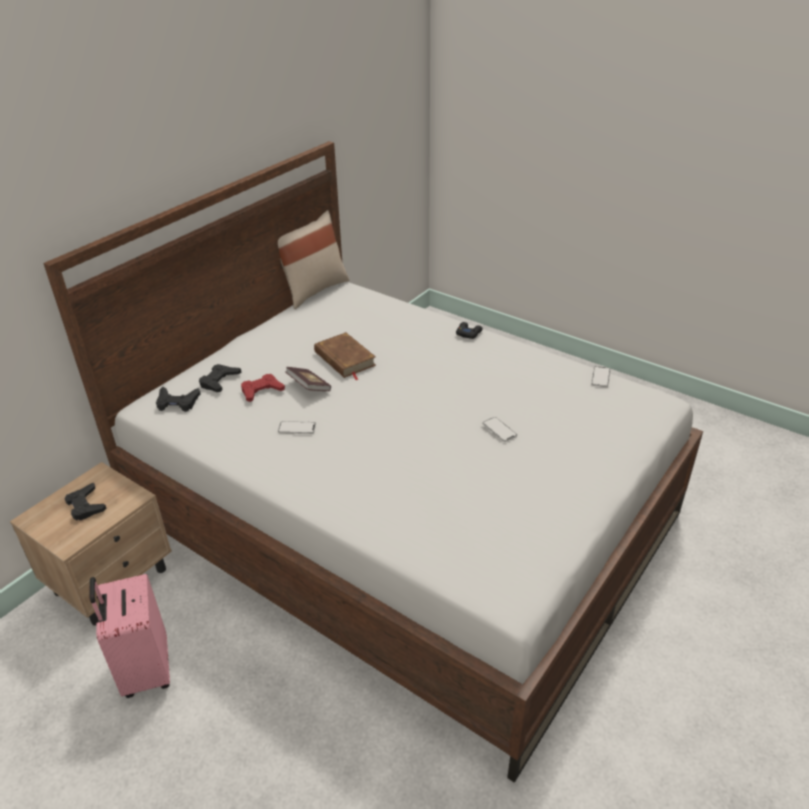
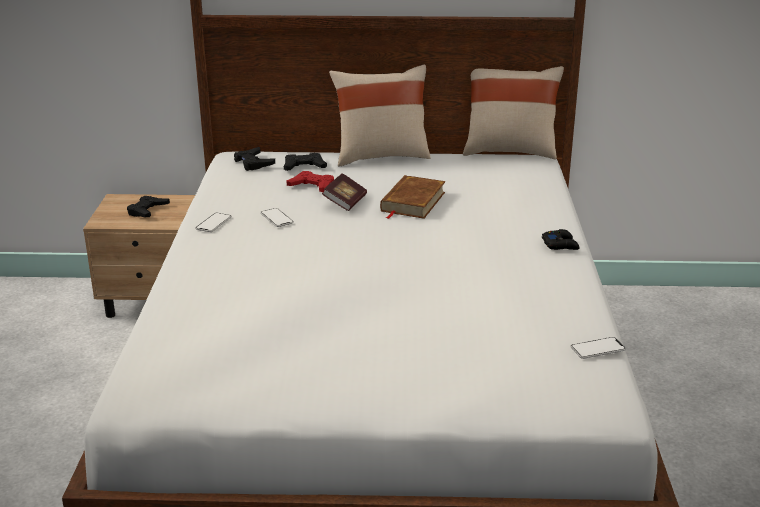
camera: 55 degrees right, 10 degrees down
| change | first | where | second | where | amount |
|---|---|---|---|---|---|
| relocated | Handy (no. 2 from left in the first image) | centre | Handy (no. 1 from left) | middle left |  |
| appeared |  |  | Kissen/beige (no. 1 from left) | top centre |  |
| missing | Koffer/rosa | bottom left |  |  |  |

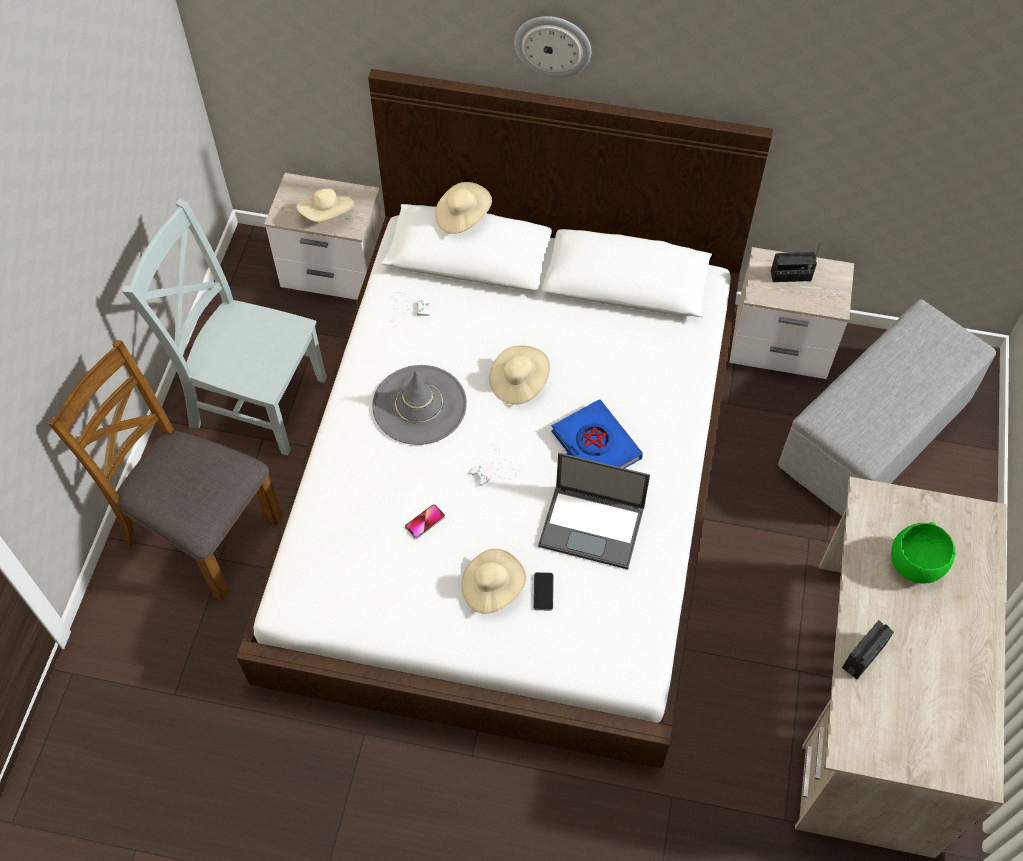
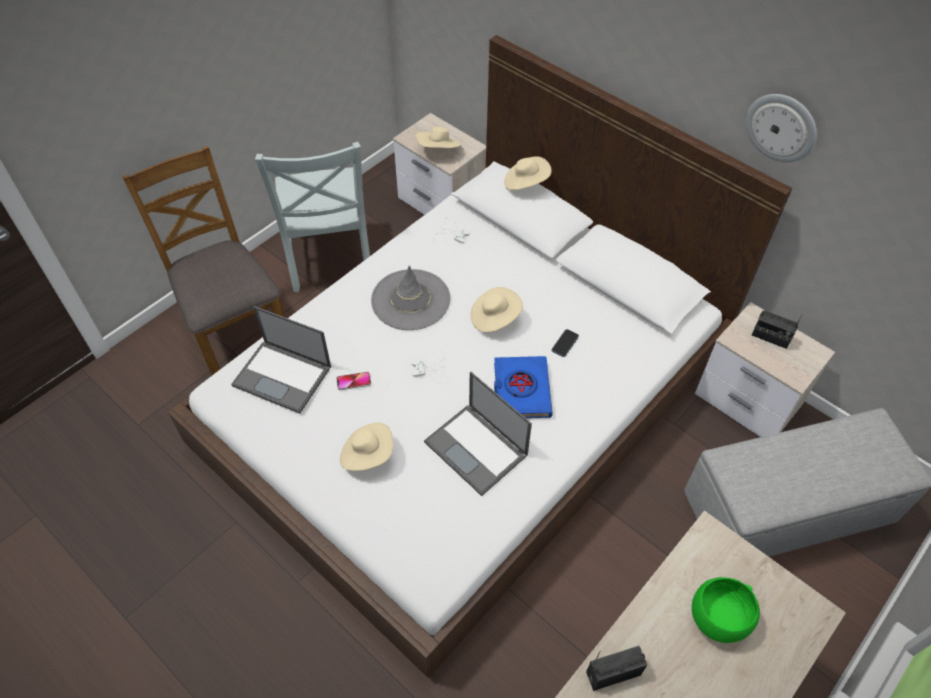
camera: 30 degrees right, 5 degrees down
| change | first | where | second | where | amount |
|---|---|---|---|---|---|
| appeared |  |  | Laptop (no. 1 from left) | middle left |  |
| spun | Stuhl/grau | middle left |  | top centre | 150 degrees counterclockwise |
| relocated | Handy (no. 2 from left) | bottom centre |  | centre |  |
| relocated | Wanduhr | top centre |  | top right |  |

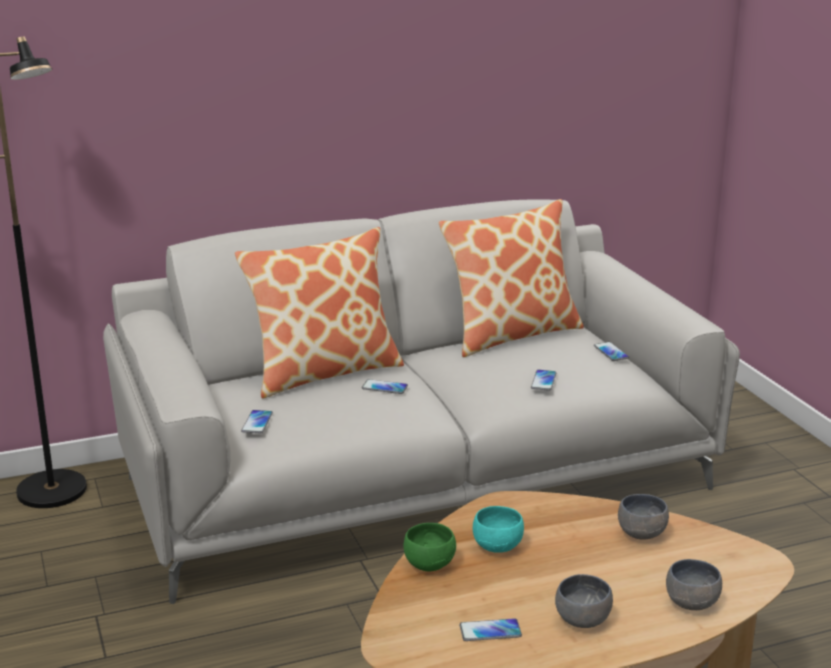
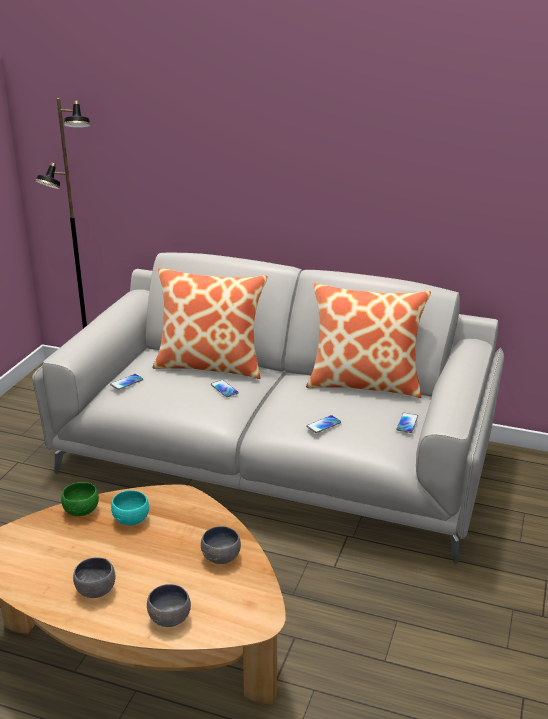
camera: 40 degrees right, 5 degrees up
| change | first | where | second | where | amount |
|---|---|---|---|---|---|
| missing | Handy (no. 3 from left) | bottom centre |  |  |  |

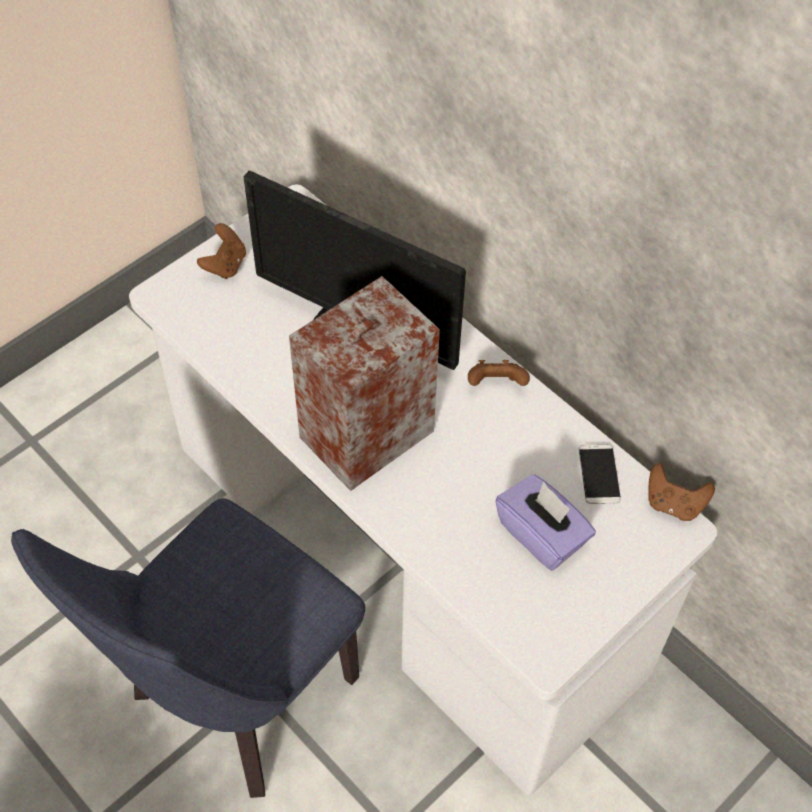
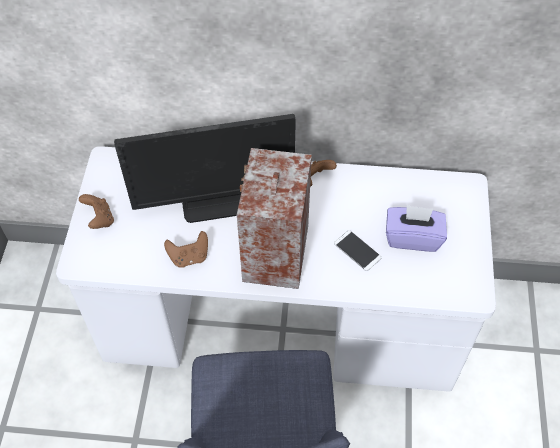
camera: 40 degrees left, 0 degrees up
| change | first | where | second | where | amount |
|---|---|---|---|---|---|
| relocated | Gamepad/braun (no. 3 from left in the first image) | middle right | Gamepad/braun (no. 2 from left) | middle left |  |
| relocated | Handy | middle right |  | centre |  |

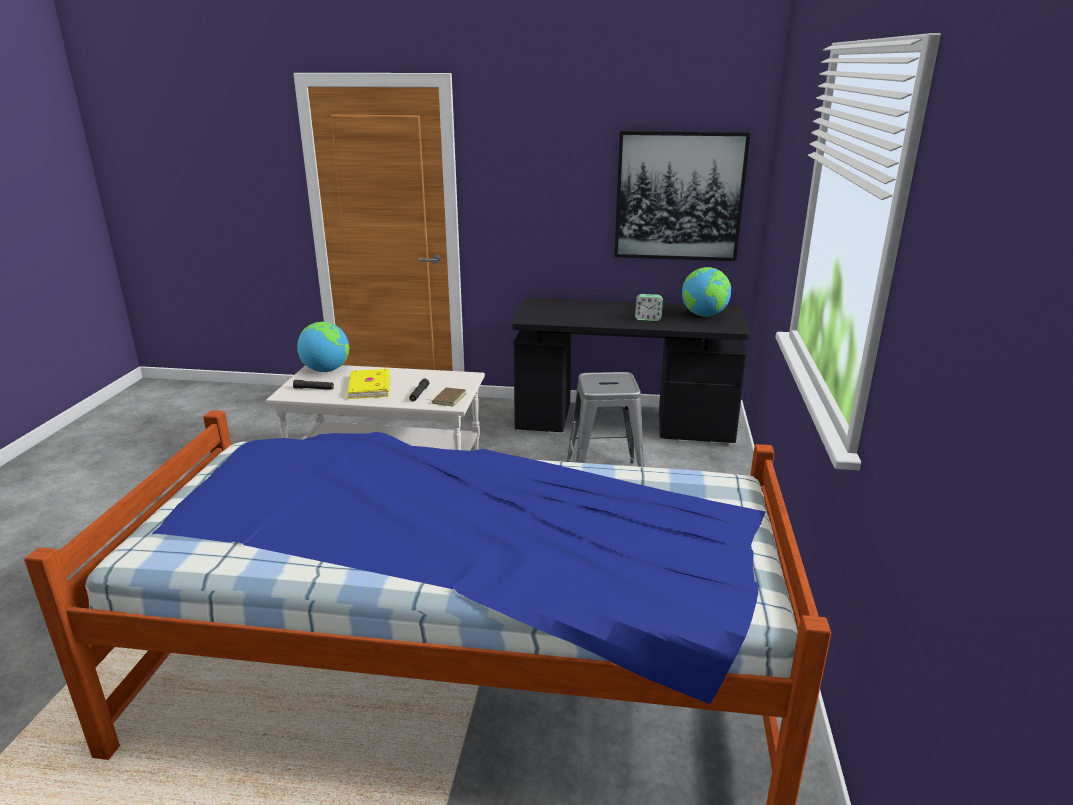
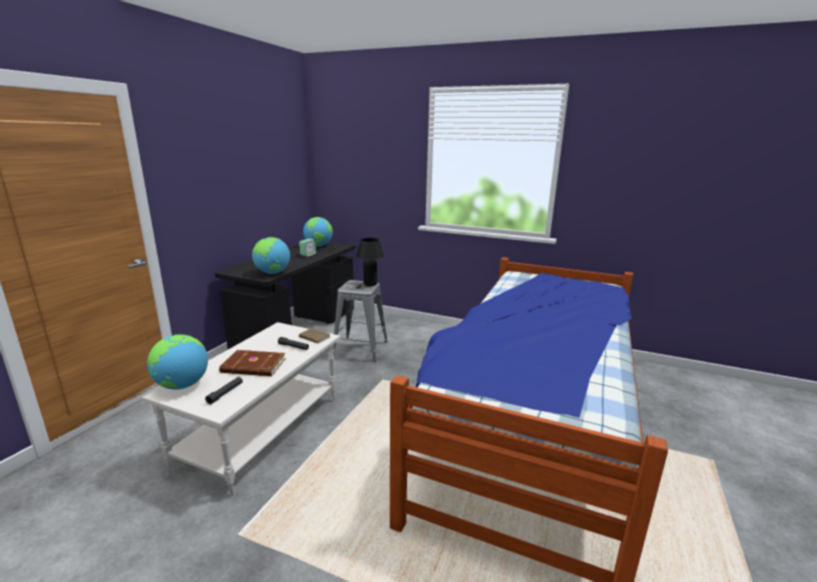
camera: 75 degrees left, 5 degrees down
| change | first | where | second | where | amount |
|---|---|---|---|---|---|
| colour | Buch/gelb | centre | Buch/braun (no. 1 from left) | middle left |  |
| appeared |  |  | Globus (no. 2 from left) | middle left |  |
| appeared |  |  | Tischlampe/schwarz | centre |  |
| missing | Bild | top centre |  |  |  |

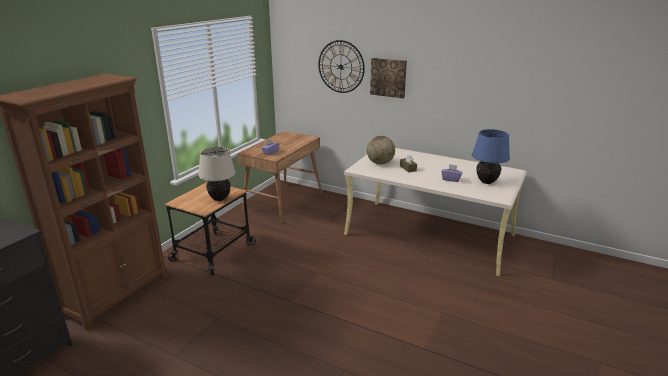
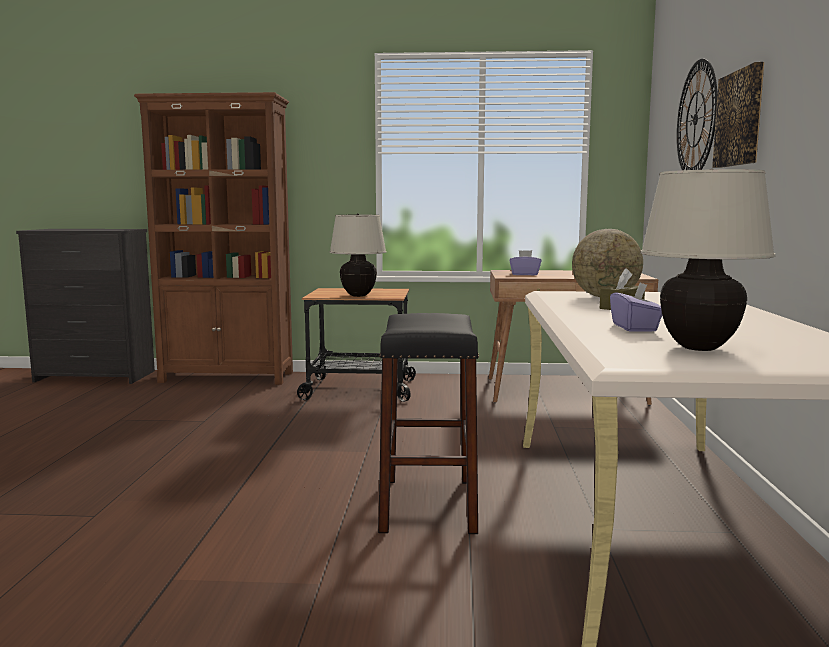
camera: 65 degrees right, 15 degrees down
| change | first | where | second | where | amount |
|---|---|---|---|---|---|
| appeared |  |  | Hocker/schwarz | centre |  |
| colour | Tischlampe/blau | middle right | Tischlampe/beige (no. 2 from left) | middle right |  |

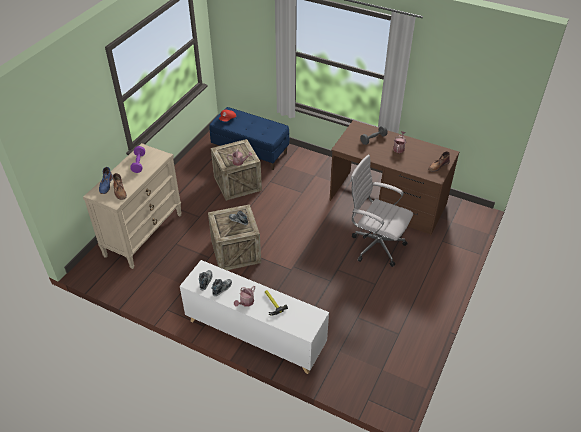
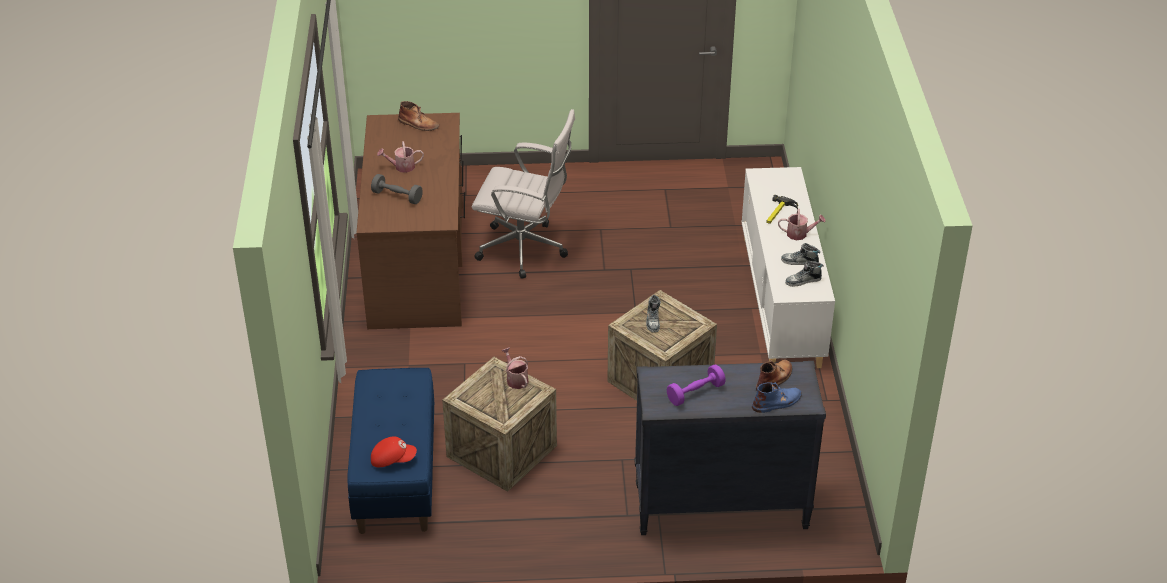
camera: 120 degrees left, 5 degrees down
| change | first | where | second | where | amount |
|---|---|---|---|---|---|
| spun | Bürostuhl/weiß | centre |  | top centre | 75 degrees counterclockwise |
| colour | Kommode/beige | middle left | Kommode/schwarz | bottom centre |  |

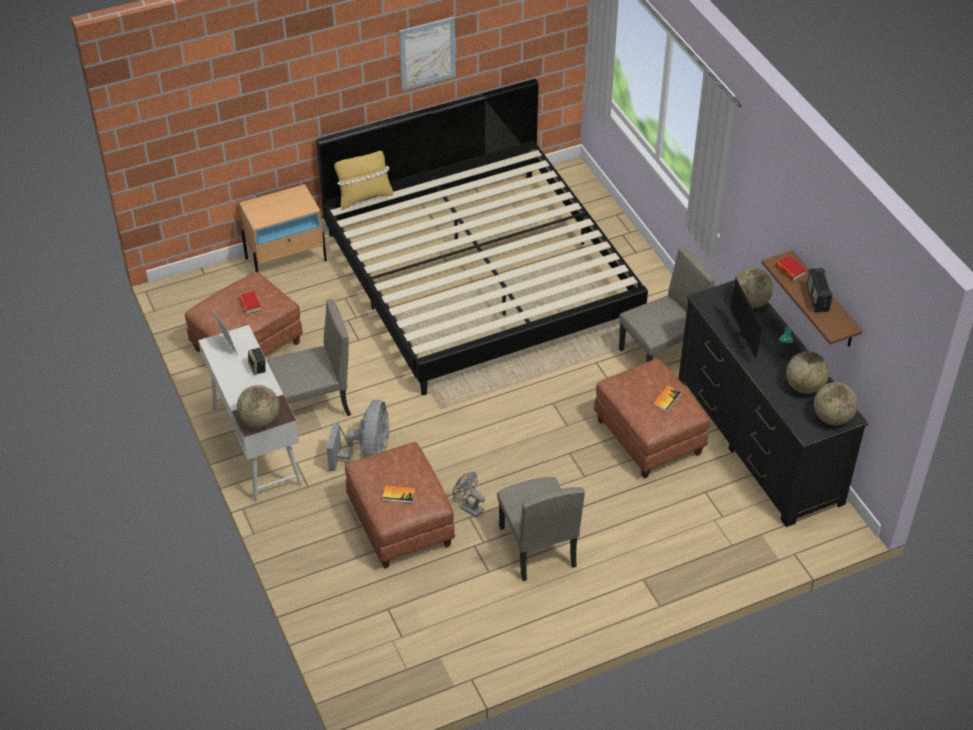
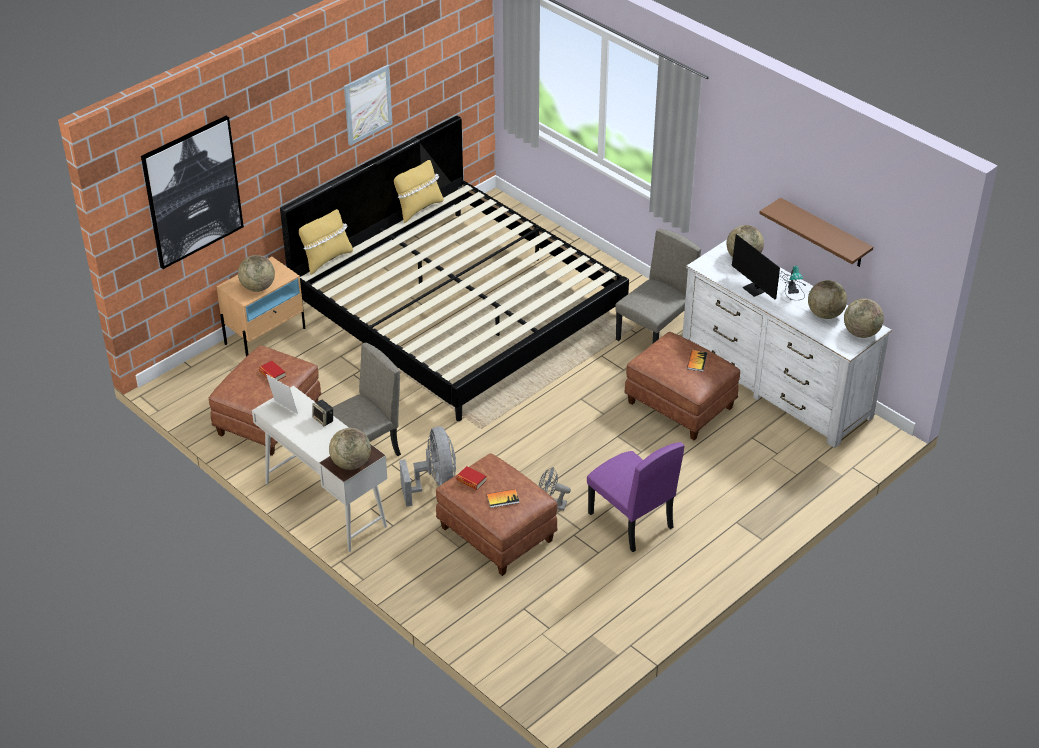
camera: 20 degrees left, 5 degrees down
| change | first | where | second | where | amount |
|---|---|---|---|---|---|
| appeared |  |  | Bild (no. 1 from left) | top left |  |
| appeared |  |  | Globus (no. 1 from left) | middle left |  |
| appeared |  |  | Kissen/gelb (no. 2 from left) | top centre |  |
| relocated | Buch (no. 4 from left in the first image) | middle right | Buch (no. 2 from left) | centre |  |
| colour | Stuhl/beige (no. 2 from left) | bottom centre | Stuhl/lila | centre |  |
| colour | Kommode/schwarz | middle right | Kommode/weiß | middle right |  |
| missing | Radio | middle right |  |  |  |

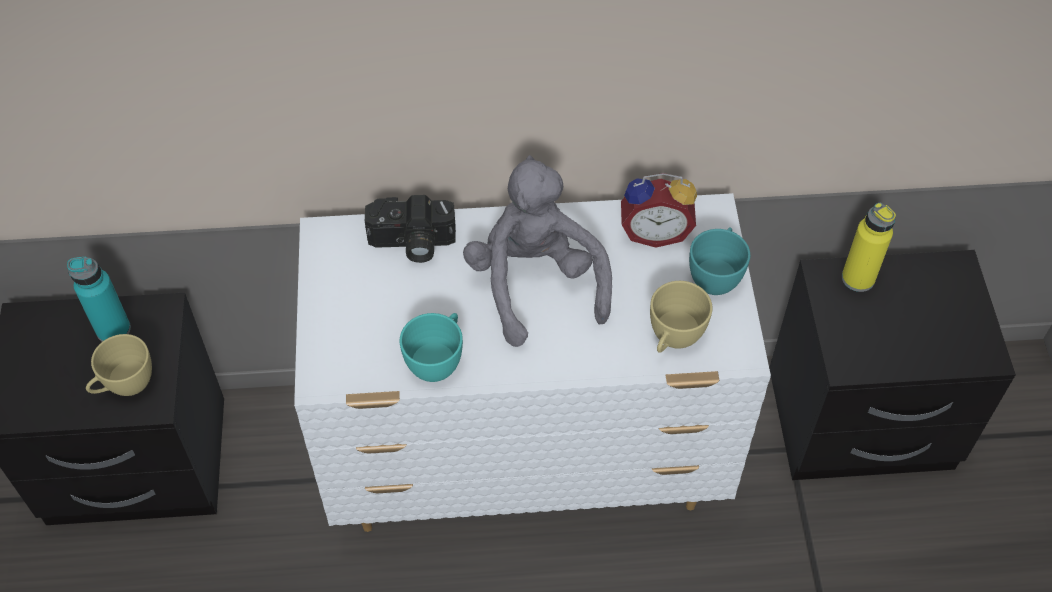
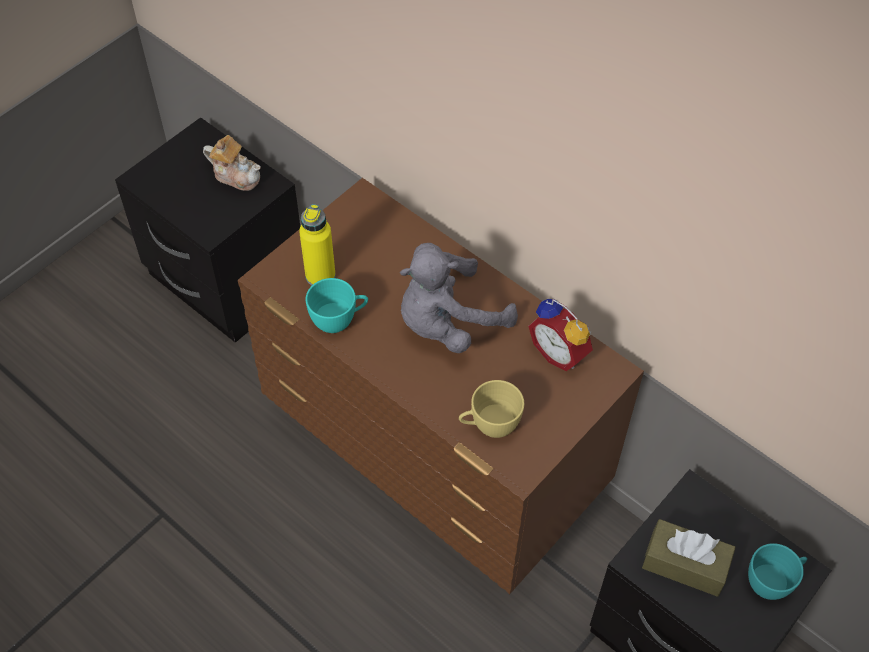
camera: 45 degrees right, 0 degrees up
| change | first | where | second | where | amount |
|---|---|---|---|---|---|
| exchanged | Flasche/türkis | middle left | Teekanne | top left |  |
| colour | Kommode/weiß | centre | Kommode/braun | centre |  |
| relocated | Flasche/gelb | middle right |  | centre |  |
| spun | Plüschtier/grau | centre |  | centre | 150 degrees counterclockwise |
| appeared |  |  | Taschentuchbox/braun | bottom right |  |
| relocated | Tasse/türkis (no. 2 from left) | middle right |  | bottom right |  |
| missing | Tasse/gelb (no. 1 from left) | middle left |  |  |  |
| missing | Kamera | centre |  |  |  |

